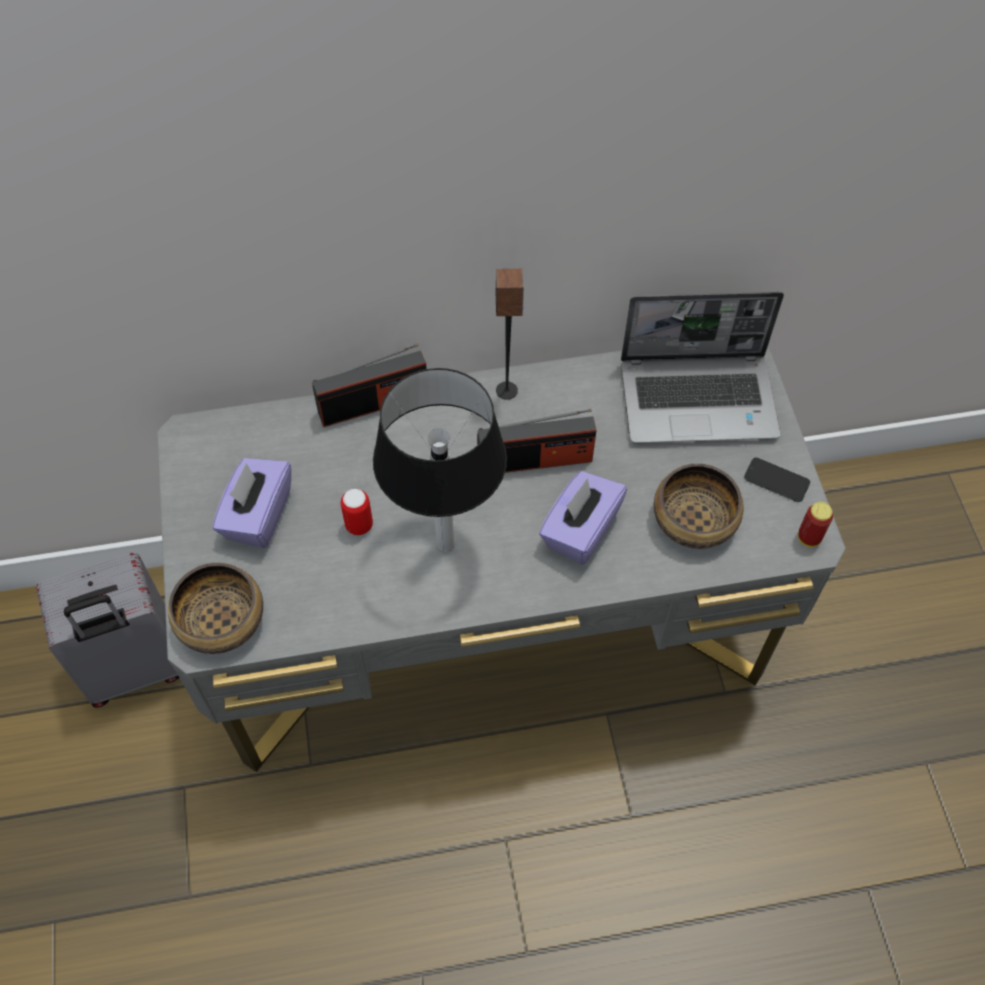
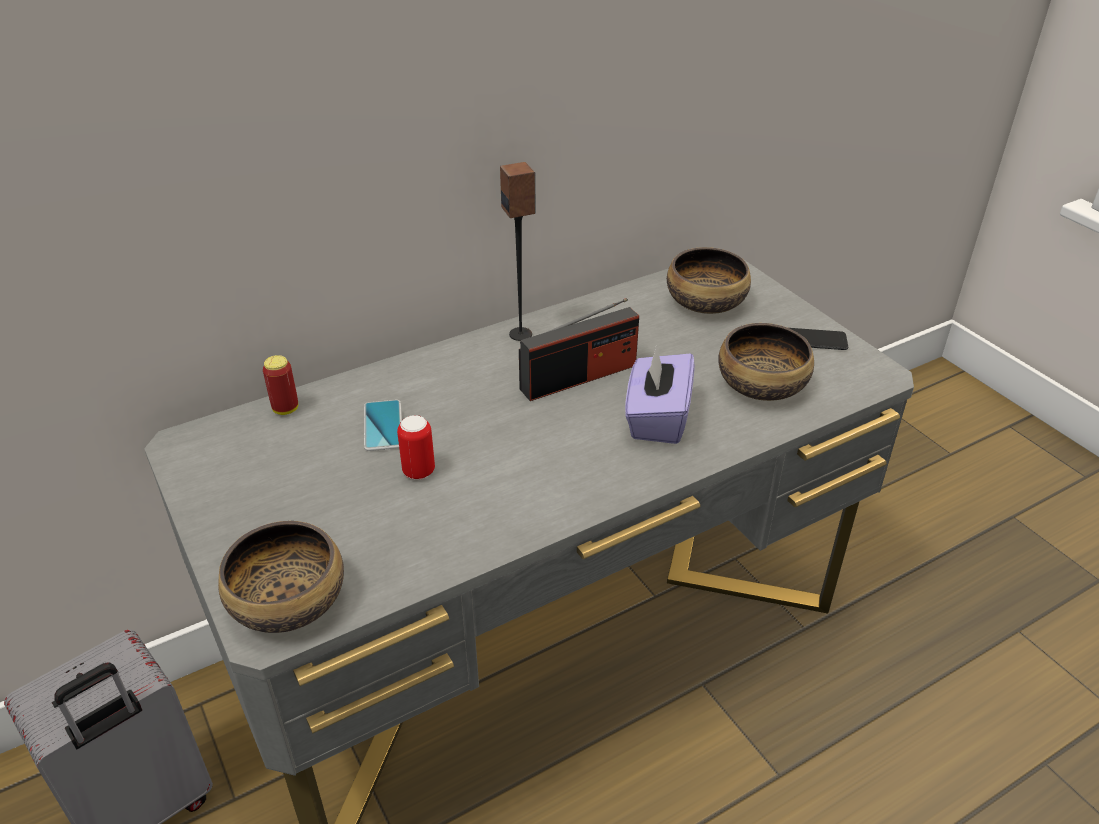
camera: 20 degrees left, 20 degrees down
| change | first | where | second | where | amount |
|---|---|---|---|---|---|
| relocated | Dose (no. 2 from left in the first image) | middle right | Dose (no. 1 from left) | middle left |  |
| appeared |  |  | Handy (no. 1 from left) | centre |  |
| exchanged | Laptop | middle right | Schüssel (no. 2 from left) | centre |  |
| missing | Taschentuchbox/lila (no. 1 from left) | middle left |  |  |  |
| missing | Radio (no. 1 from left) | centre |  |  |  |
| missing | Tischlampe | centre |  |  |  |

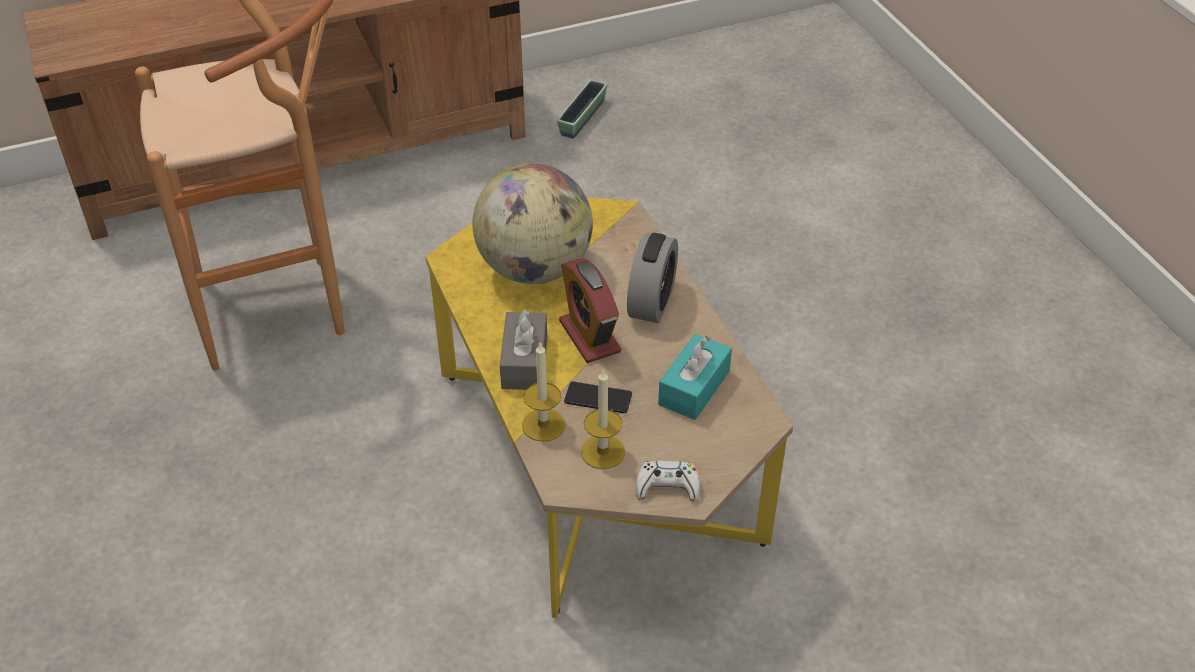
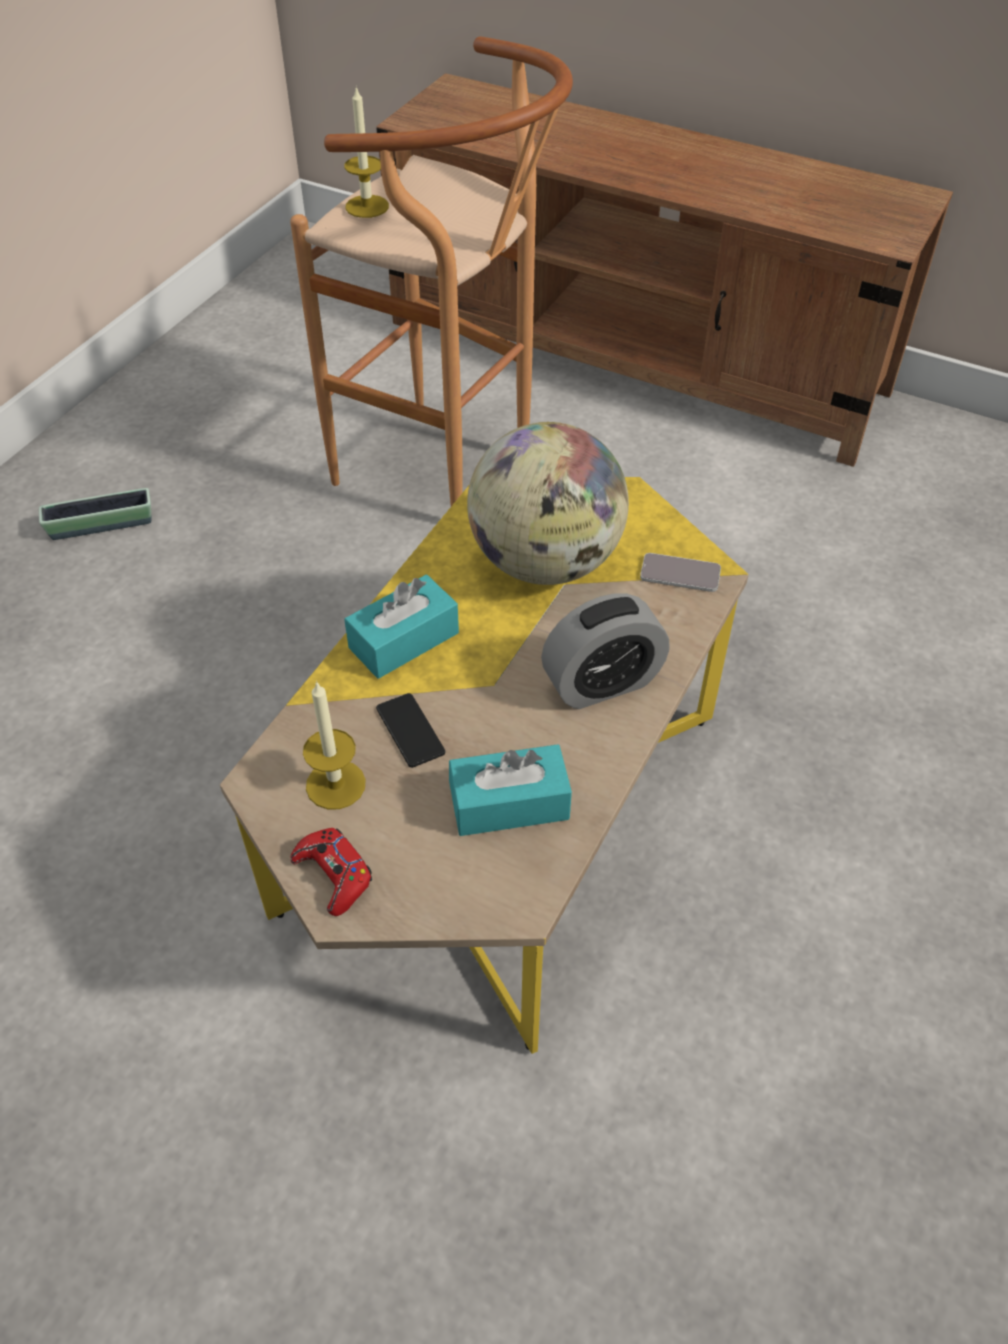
camera: 50 degrees right, 5 degrees up
| change | first | where | second | where | amount |
|---|---|---|---|---|---|
| relocated | Pflanzkübel | top centre |  | middle left |  |
| colour | Gamepad/weiß | bottom centre | Gamepad/rot | middle left |  |
| relocated | Kerze (no. 1 from left in the first image) | centre | Kerze (no. 2 from left) | top centre |  |
| colour | Taschentuchbox/grau | centre | Taschentuchbox/türkis (no. 1 from left) | centre |  |
| appeared |  |  | Handy (no. 2 from left) | middle right |  |
| missing | Wecker (no. 1 from left) | centre |  |  |  |

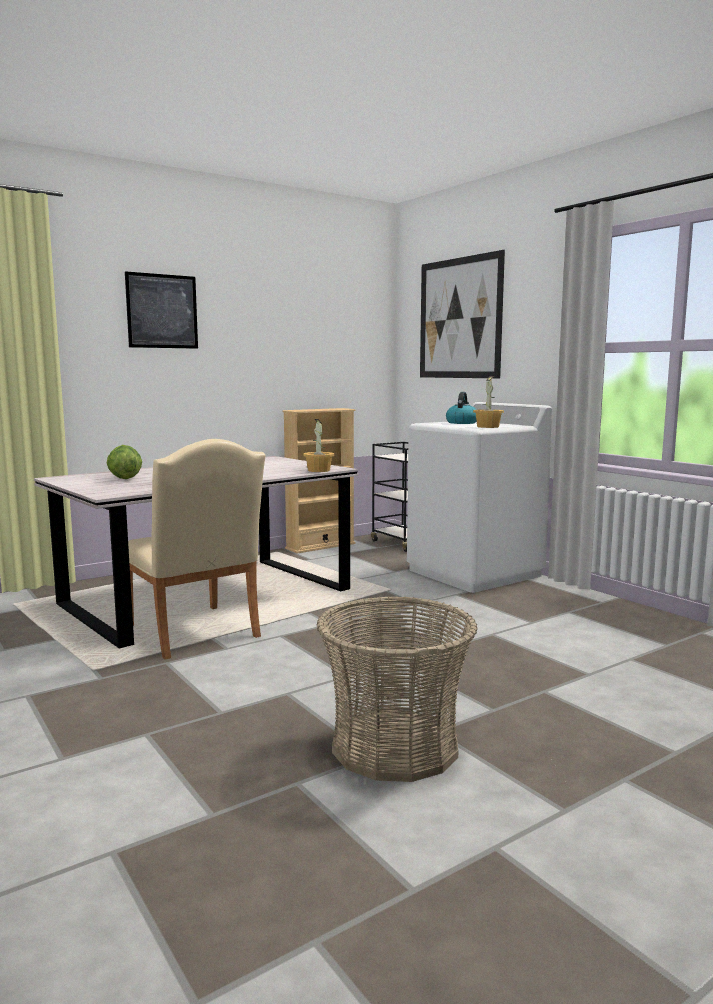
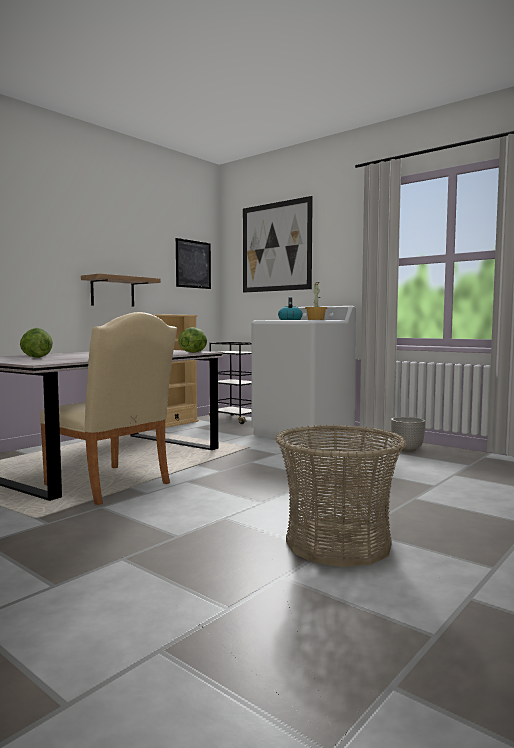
camera: 15 degrees left, 5 degrees down
| change | first | where | second | where | amount |
|---|---|---|---|---|---|
| appeared |  |  | Wandregal | middle left |  |
| relocated | Bild (no. 1 from left) | top left |  | centre |  |
| exchanged | Topfpflanze (no. 1 from left) | centre | Salatkopf (no. 2 from left) | centre |  |
| appeared |  |  | Pflanzkübel | middle right |  |

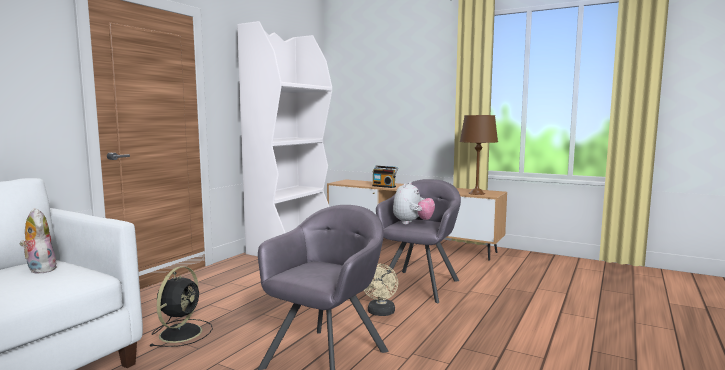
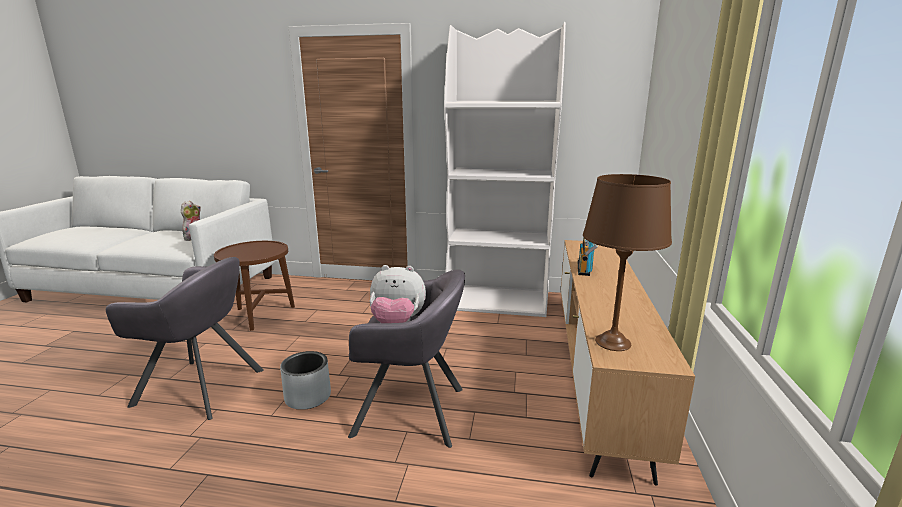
camera: 70 degrees right, 10 degrees up
| change | first | where | second | where | amount |
|---|---|---|---|---|---|
| exchanged | Ventilator/schwarz | bottom left | Beistelltisch/braun | middle left |  |
| exchanged | Ventilator/beige | bottom centre | Pflanzkübel/grau | bottom centre |  |

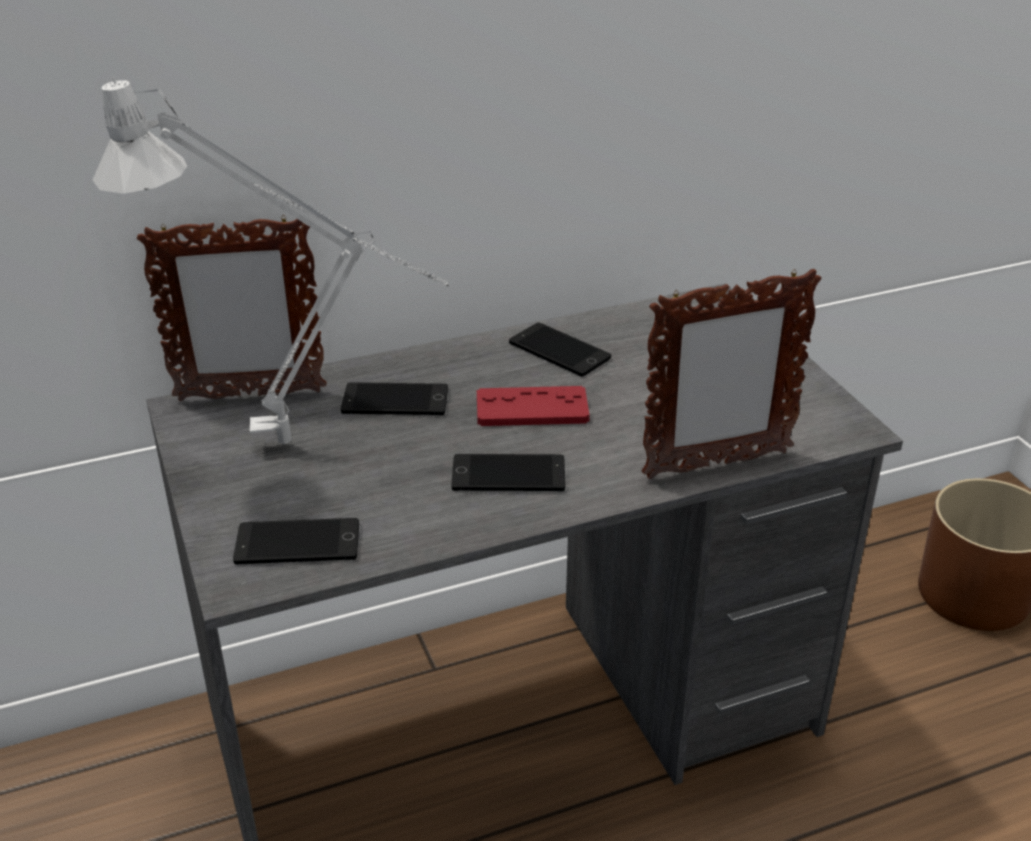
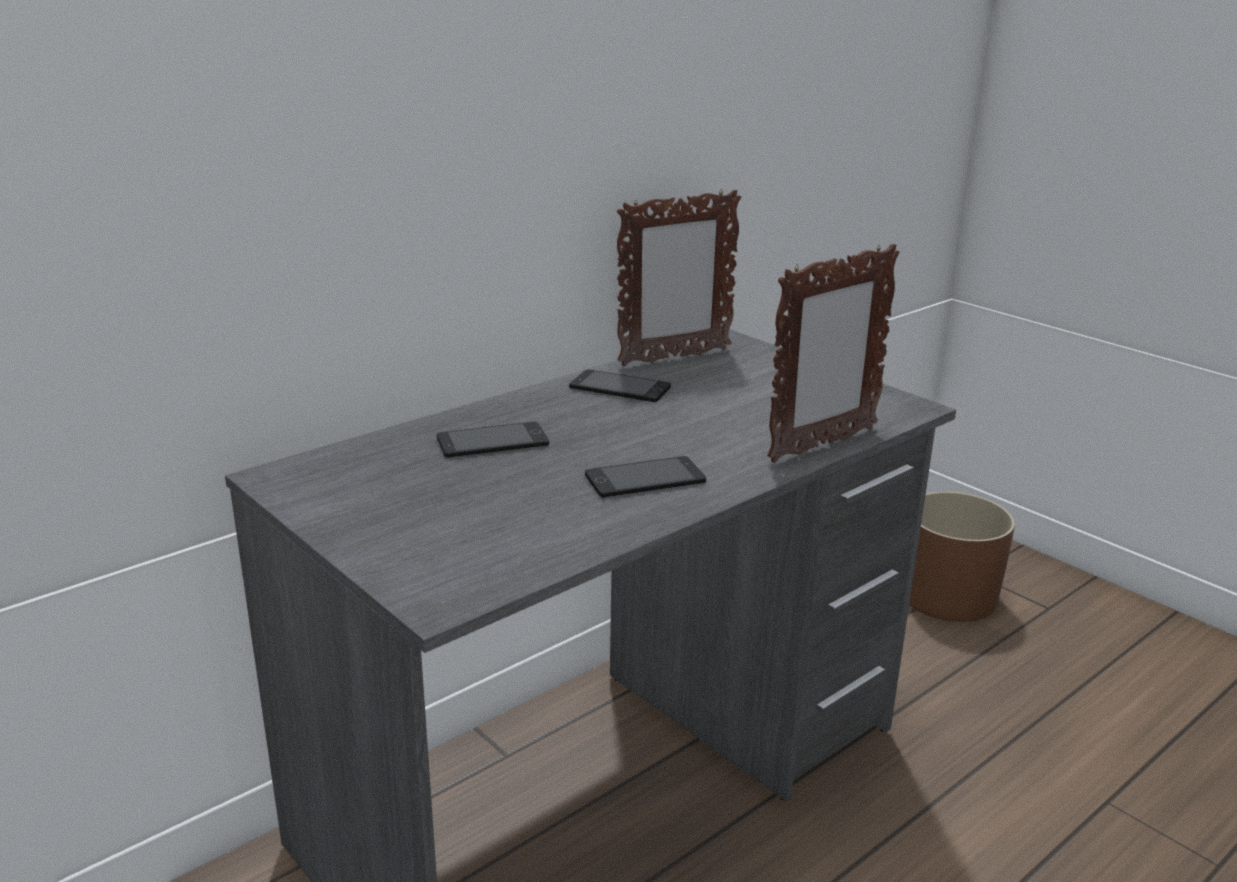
camera: 20 degrees left, 10 degrees down
| change | first | where | second | where | amount |
|---|---|---|---|---|---|
| relocated | Bilderrahmen (no. 1 from left) | middle left |  | top centre |  |
| missing | Tischlampe/grau | top left |  |  |  |
| missing | Handy (no. 1 from left) | middle left |  |  |  |
| missing | Gamepad/rot | centre |  |  |  |

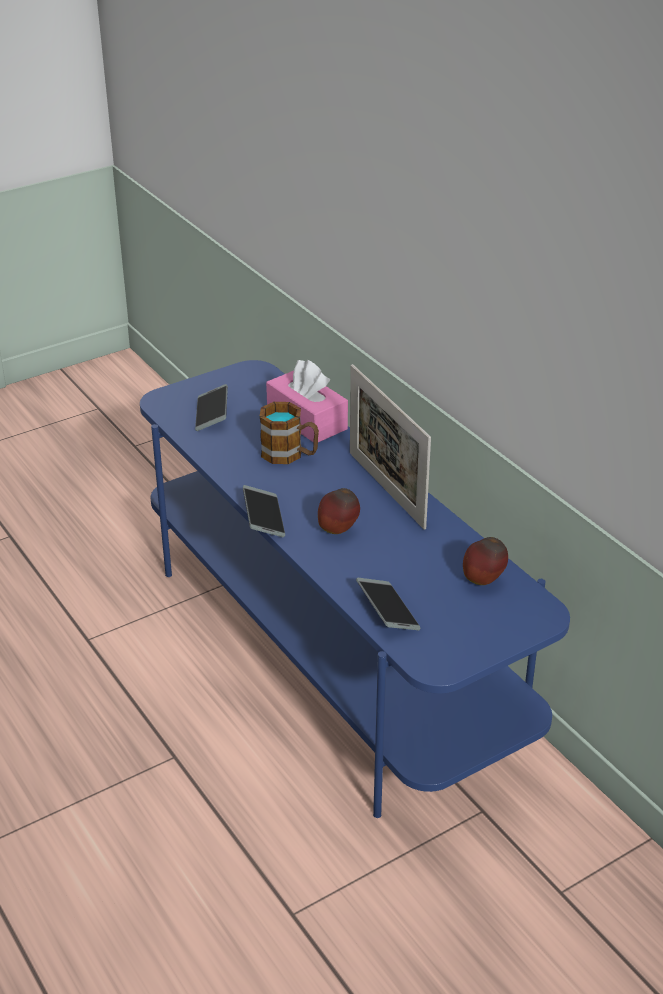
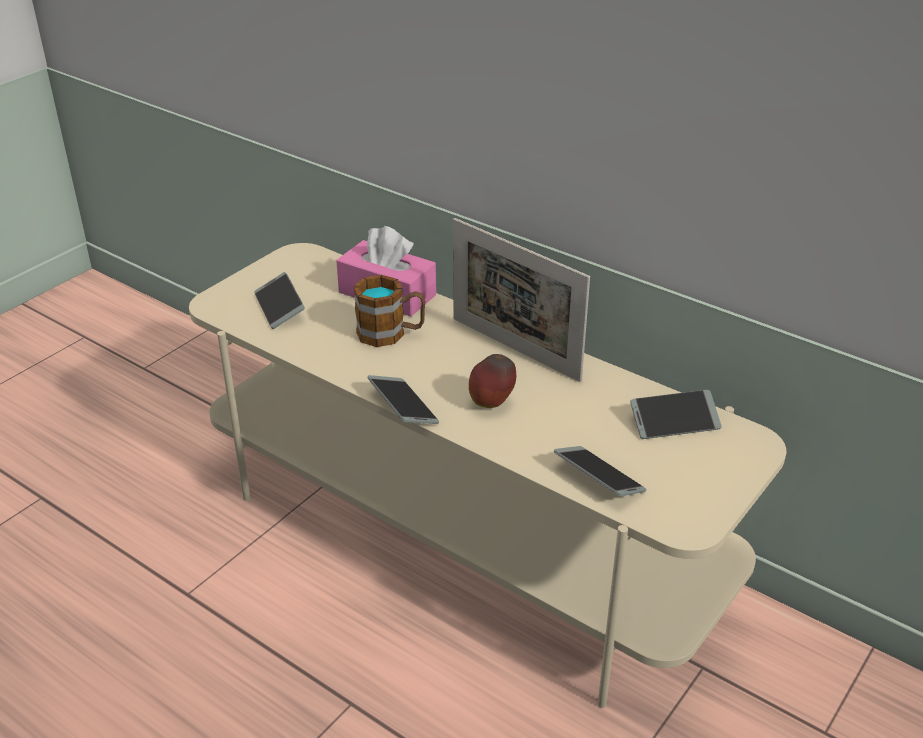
camera: 20 degrees left, 0 degrees up
| change | first | where | second | where | amount |
|---|---|---|---|---|---|
| colour | Fernsehschrank/blau | centre | Fernsehschrank/beige | centre |  |
| exchanged | Apfel (no. 2 from left) | middle right | Handy (no. 4 from left) | middle right |  |

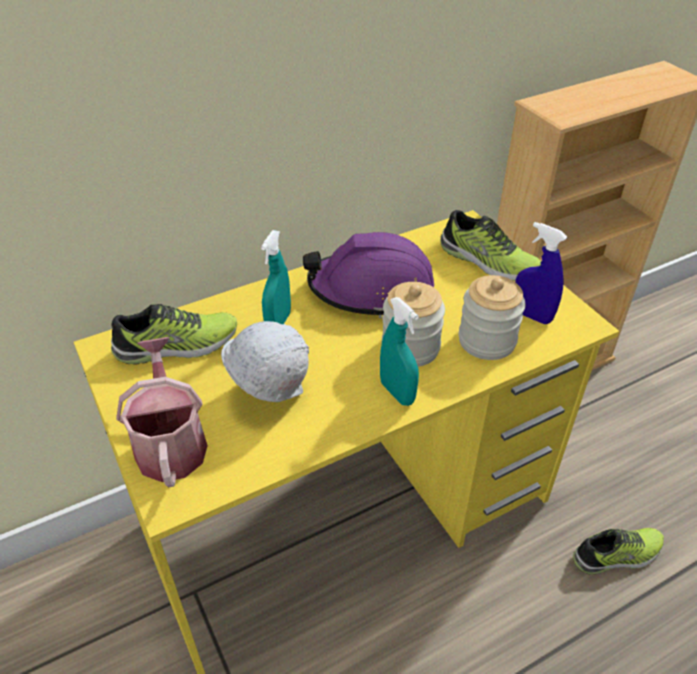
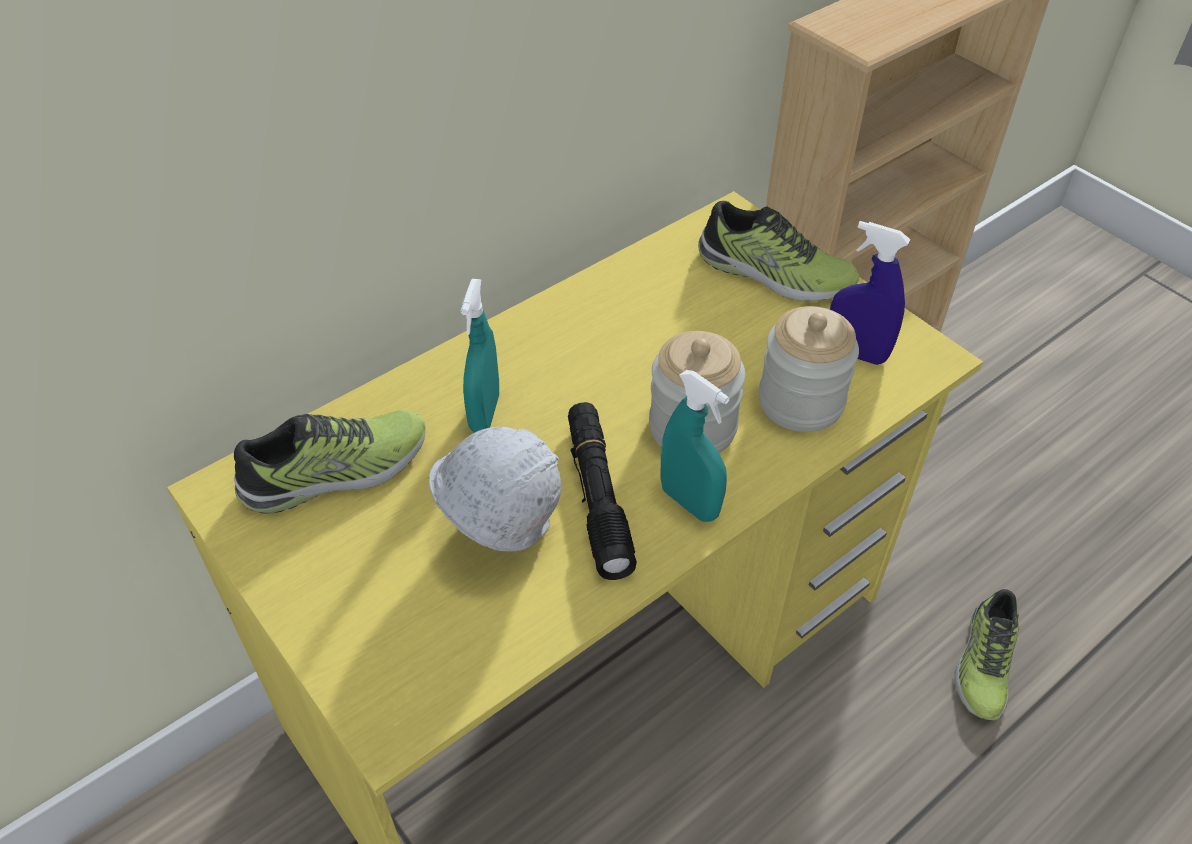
camera: 10 degrees left, 5 degrees up
| change | first | where | second | where | amount |
|---|---|---|---|---|---|
| appeared |  |  | Taschenlampe/schwarz | centre |  |
| spun | Schuh (no. 3 from left) | bottom right |  | bottom right | 135 degrees clockwise |
| missing | Gießkanne | middle left |  |  |  |
| missing | Schutzhelm/lila | centre |  |  |  |

